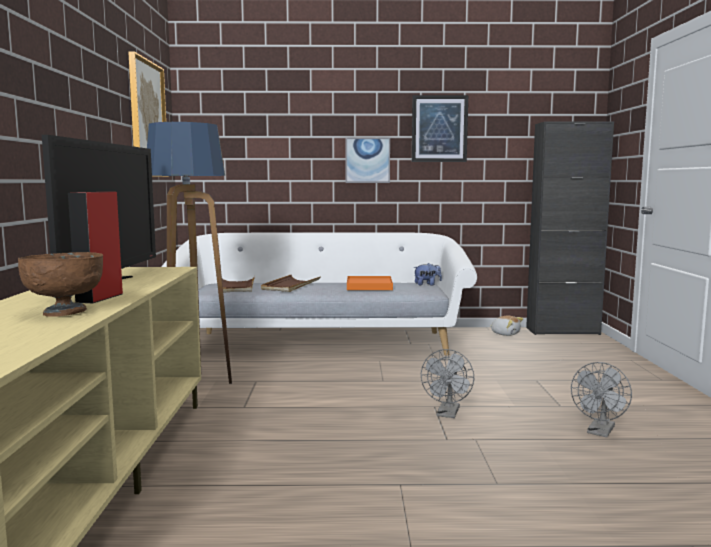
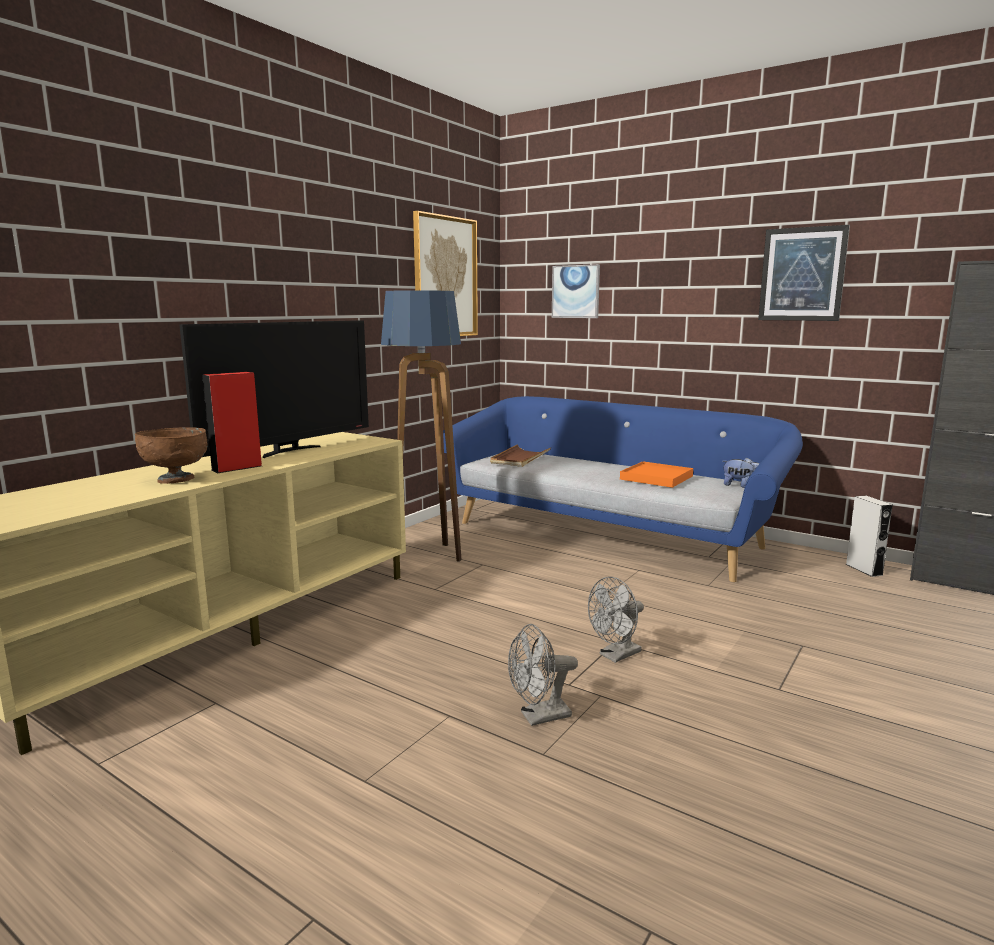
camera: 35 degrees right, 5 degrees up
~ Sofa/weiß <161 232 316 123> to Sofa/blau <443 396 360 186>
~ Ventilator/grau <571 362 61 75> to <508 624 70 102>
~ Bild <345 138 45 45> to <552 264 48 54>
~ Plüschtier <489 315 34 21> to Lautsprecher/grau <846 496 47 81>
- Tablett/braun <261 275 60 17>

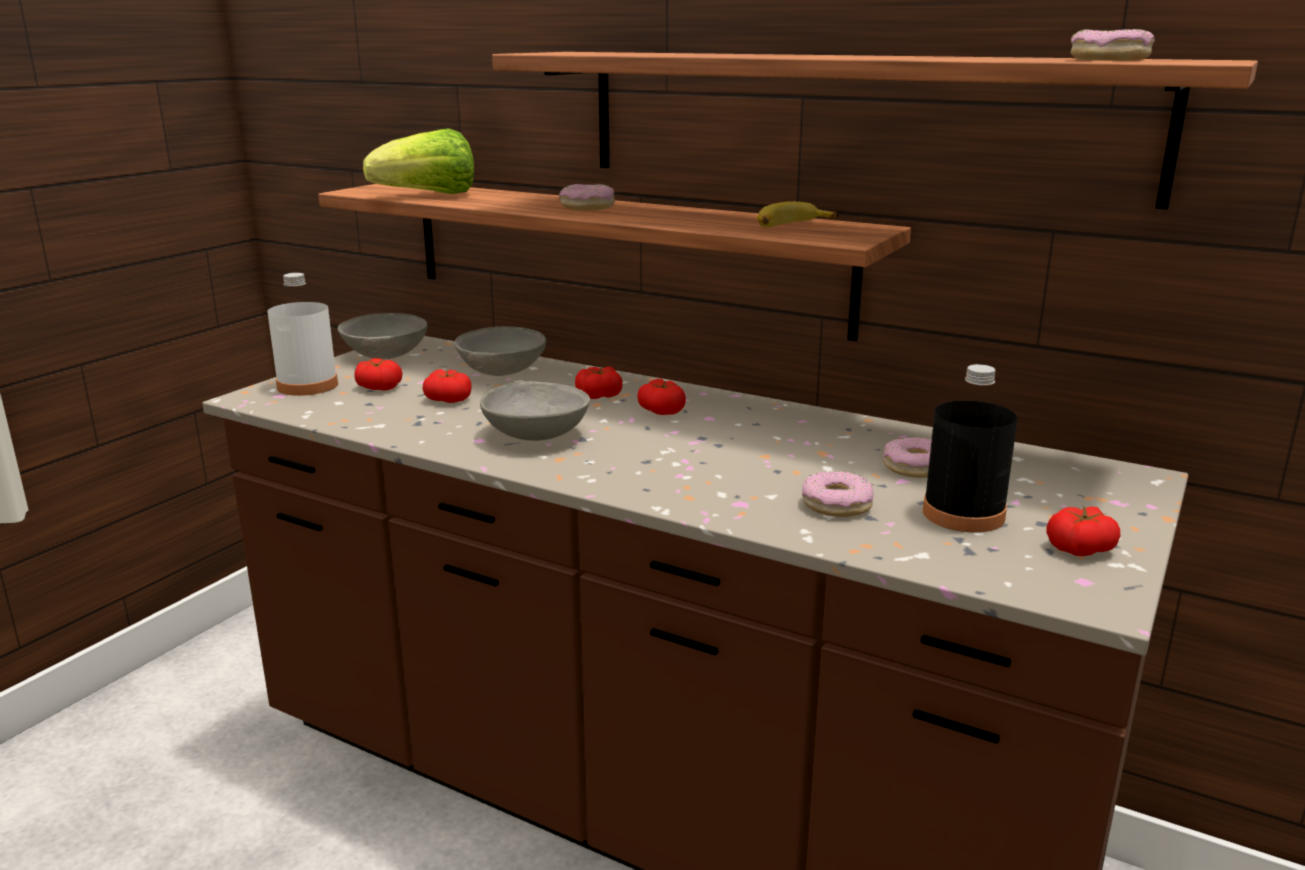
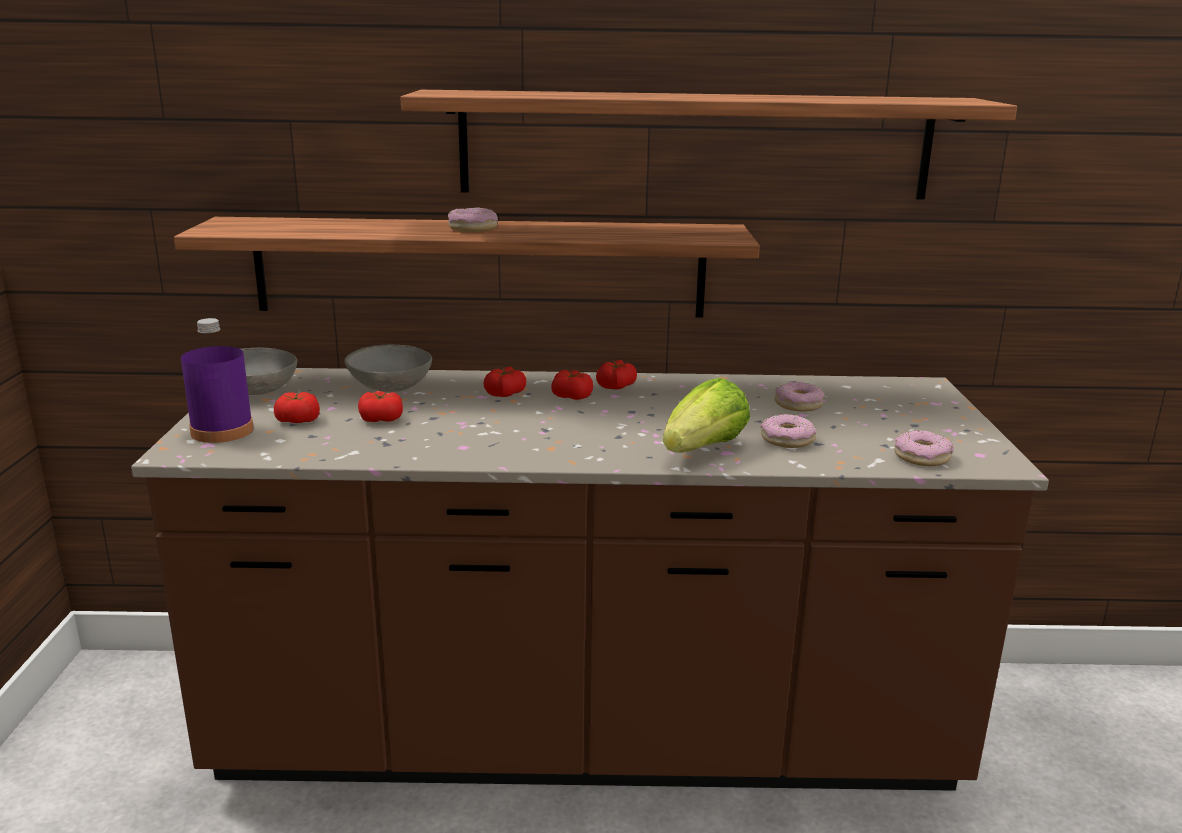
camera: 30 degrees left, 0 degrees up
~ Flasche/weiß <267 273 71 123> to Flasche/lila <181 318 73 125>
~ Tomate <1046 505 74 51> to <596 360 41 30>
~ Salatkopf <363 128 111 66> to <663 378 87 75>
~ Donut <1070 29 85 32> to <894 430 59 36>
- Schüssel/grau <480 381 110 60>
- Banane <757 202 82 26>
- Flasche/schwarz <923 364 95 169>

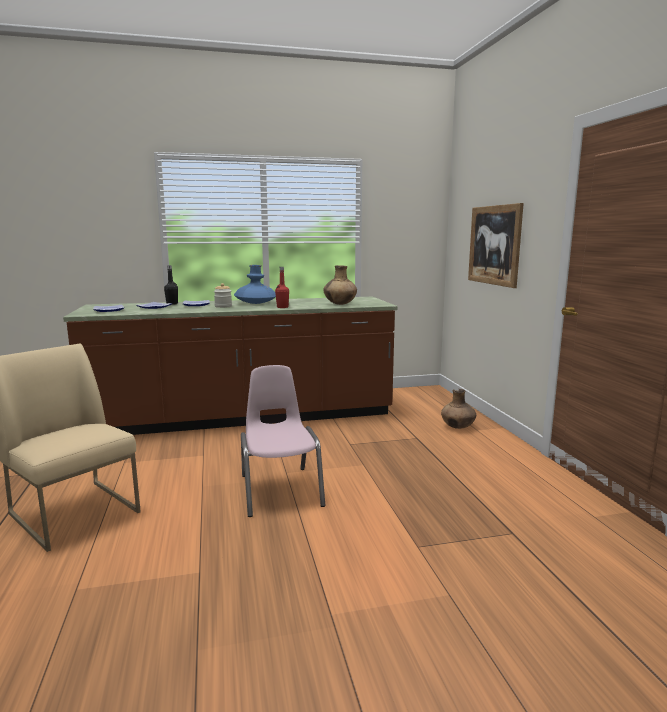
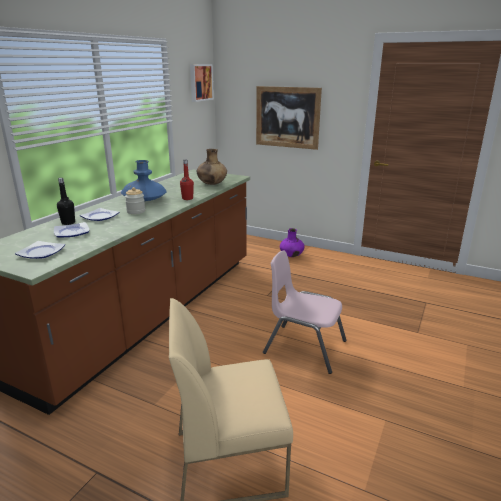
camera: 50 degrees left, 10 degrees up
+ Bild <190 64 24 38>
~ Vase/braun <441 389 35 40> to Vase/lila <280 228 25 29>

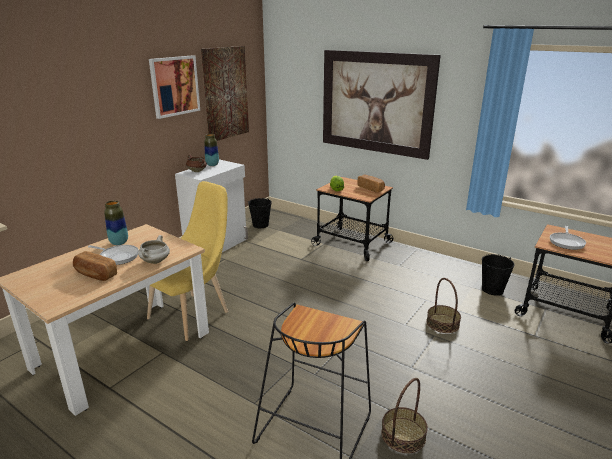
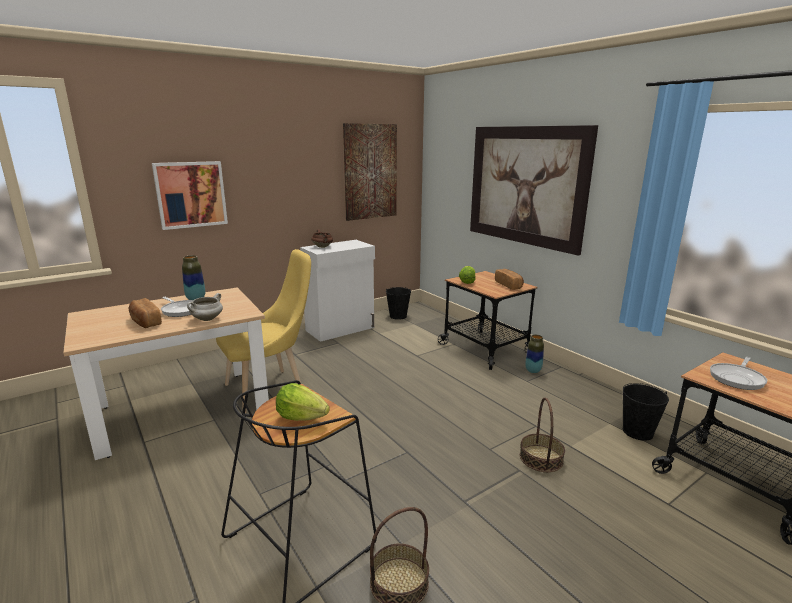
camera: 20 degrees right, 5 degrees down
~ Bild <149 55 51 64> to <152 161 76 69>
+ Salatkopf <276 383 54 38>
~ Vase <204 134 15 32> to <525 334 19 39>

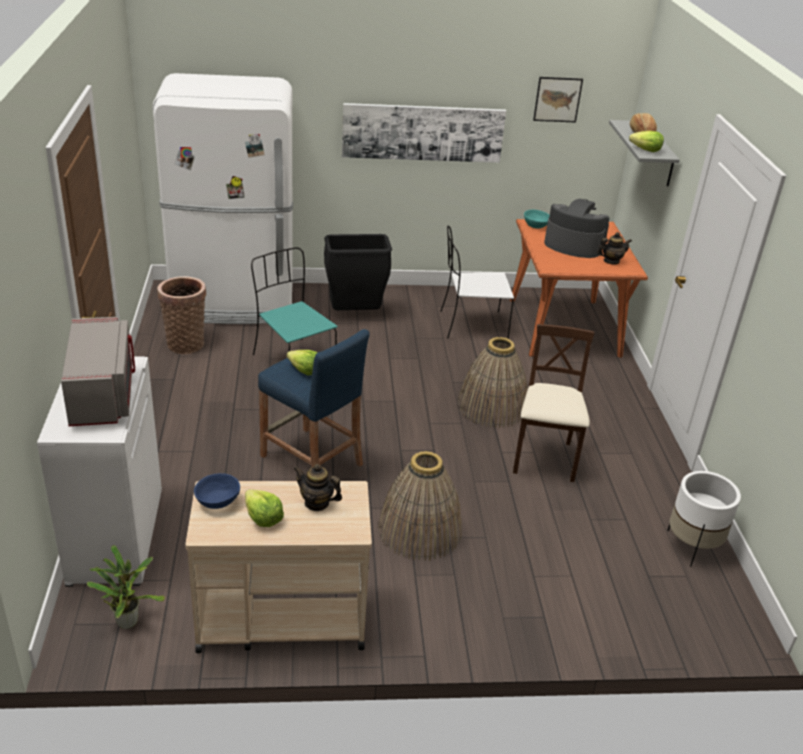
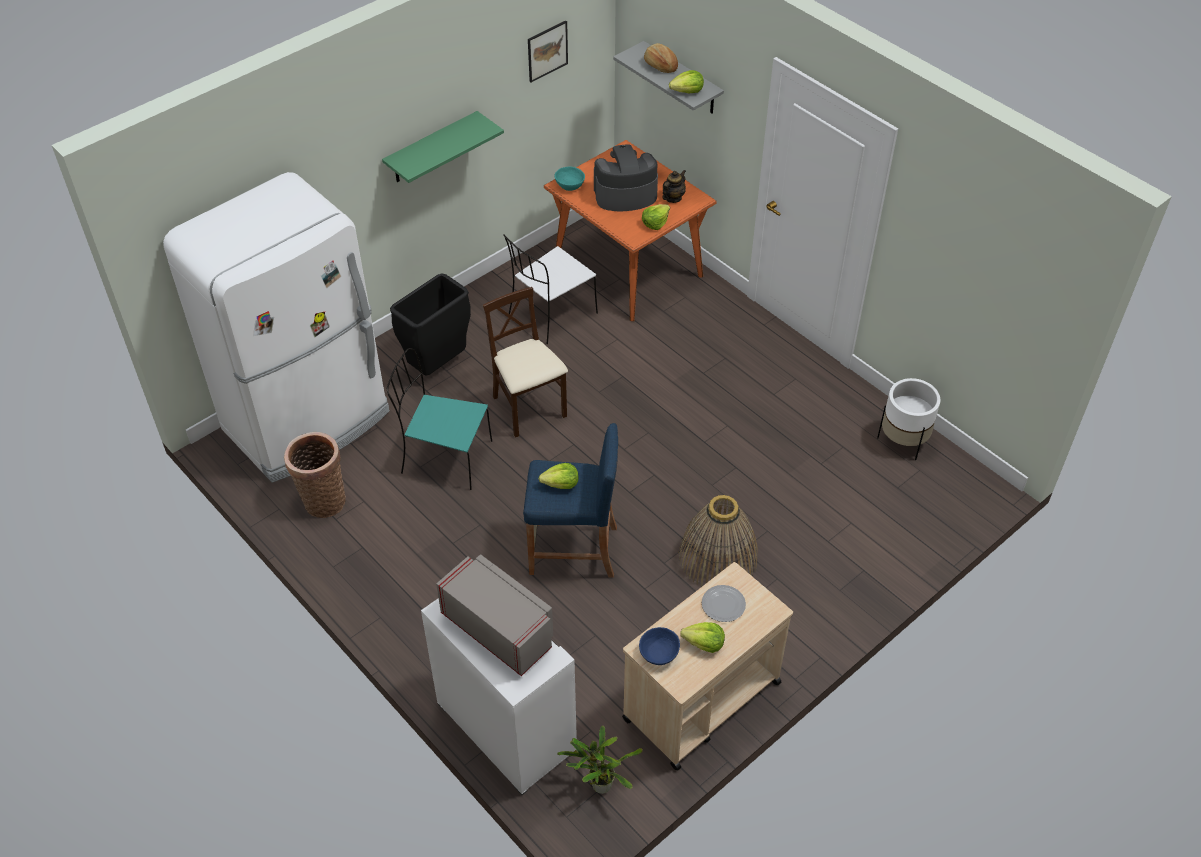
camera: 35 degrees left, 15 degrees up
~ Bild <342 103 164 60> to Wandregal/grün <382 111 122 72>
~ Stuhl/beige <513 324 81 158> to <483 287 85 151>
+ Salatkopf <642 204 28 26>
~ Teekanne <294 464 48 47> to Teller <702 585 44 37>
- Korb <458 337 69 91>

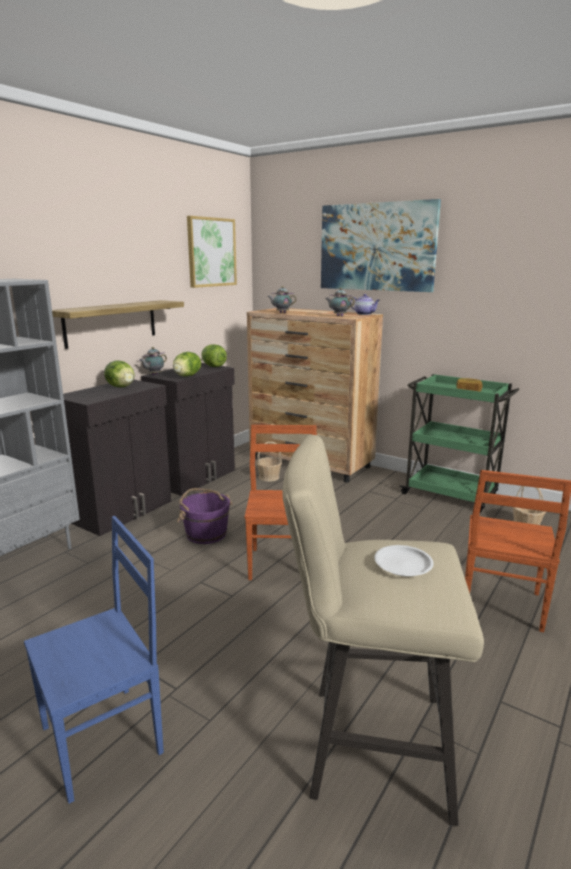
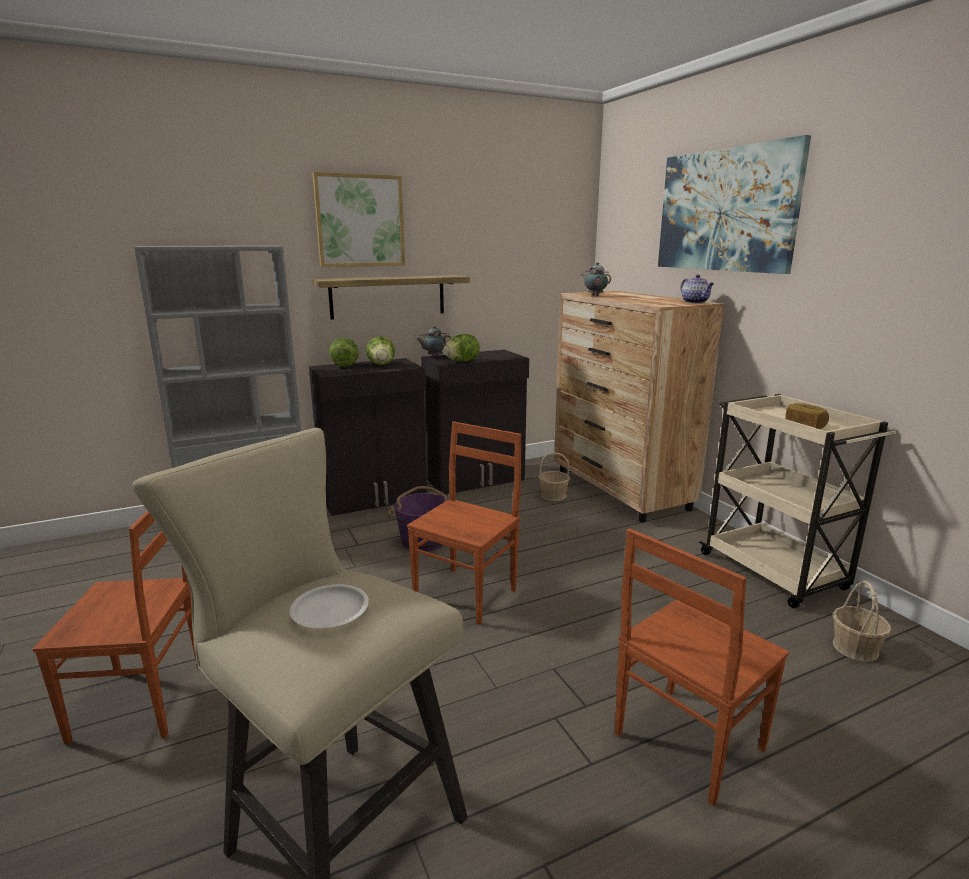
camera: 30 degrees right, 0 degrees up
~ Stuhl/blau <24 516 140 288> to Stuhl/braun <33 510 165 235>
~ Bild <187 216 50 72> to <312 172 93 95>
~ Salatkopf <201 344 26 23> to <329 338 30 29>
~ Rollwagen/grün <399 374 120 138> to Rollwagen/beige <699 394 198 214>
- Teekanne <325 288 30 28>

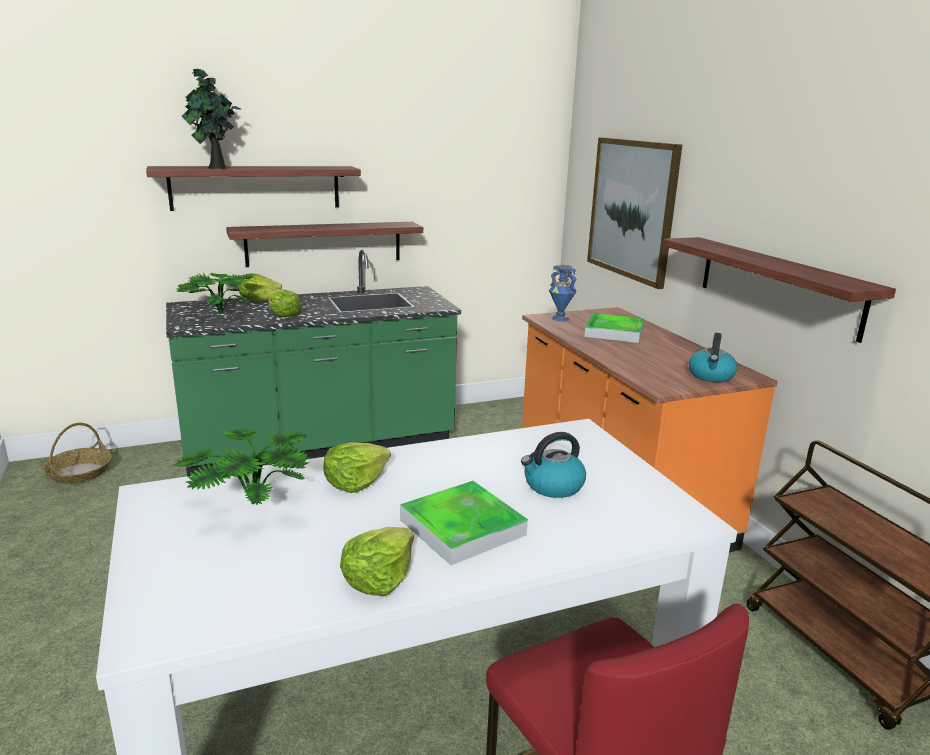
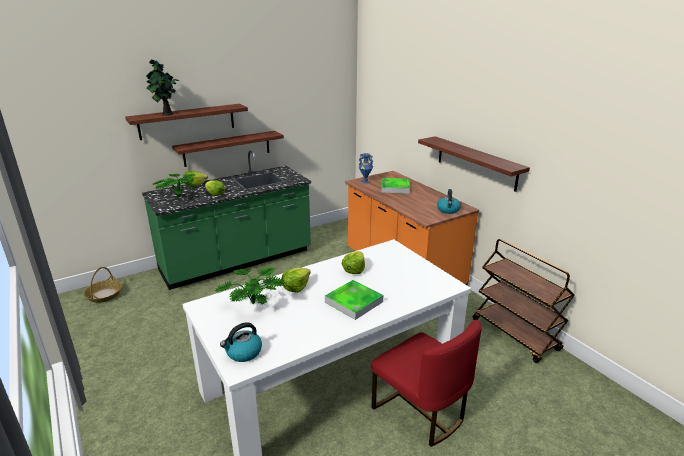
camera: 10 degrees left, 5 degrees up
~ Wasserkessel <521 432 65 66> to <220 322 42 40>
~ Salatkopf <340 527 74 69> to <342 251 23 23>
- Bild <587 137 95 152>

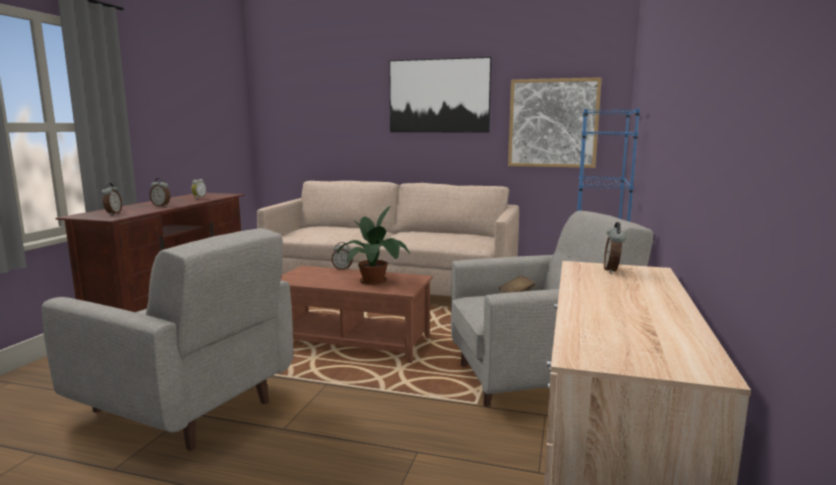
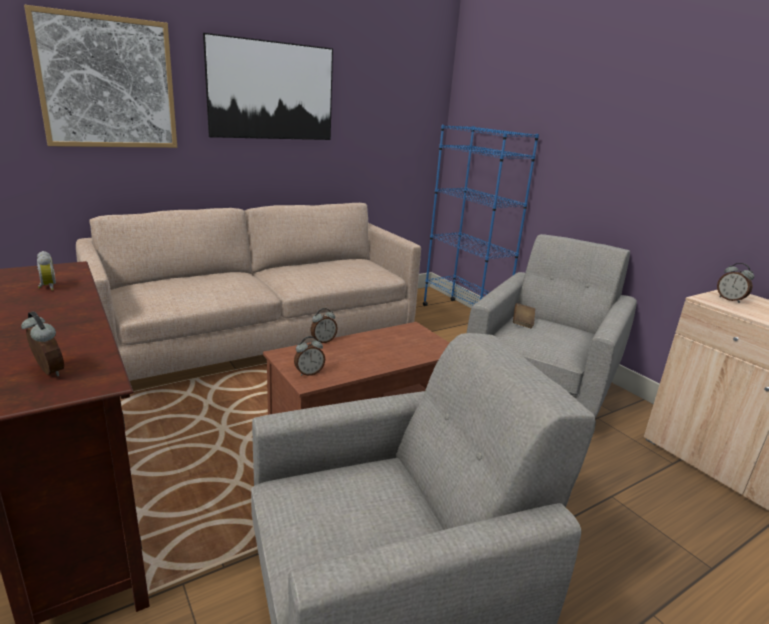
camera: 50 degrees left, 10 degrees up
~ Bild <508 77 94 91> to <24 5 153 143>
~ Wecker <150 178 20 29> to <294 336 31 40>
- Topfpflanze <337 206 73 79>

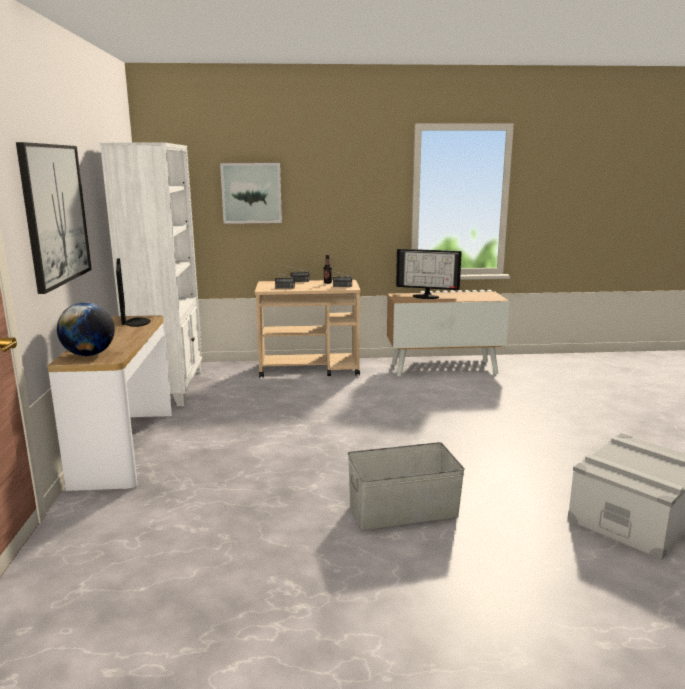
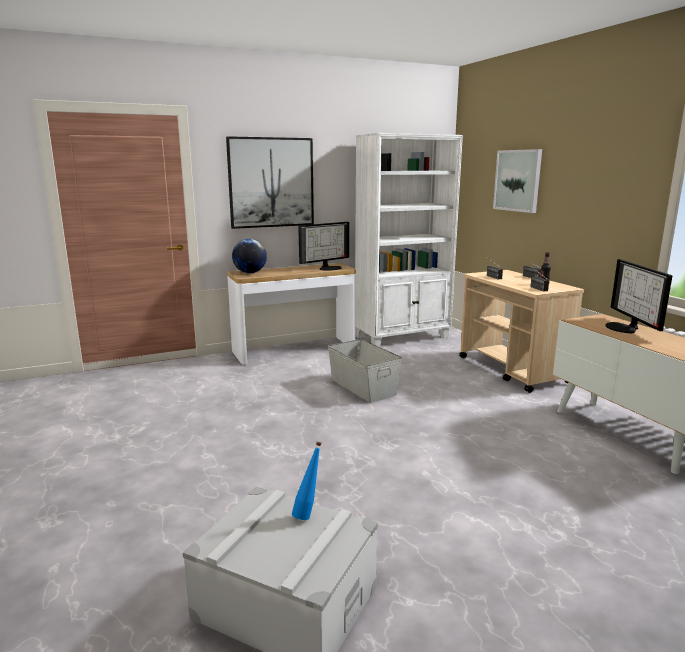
camera: 70 degrees right, 0 degrees up
+ Flasche/blau <292 442 30 78>
~ Aufbewahrungsbox/grau <348 442 117 88> to <328 339 74 64>

